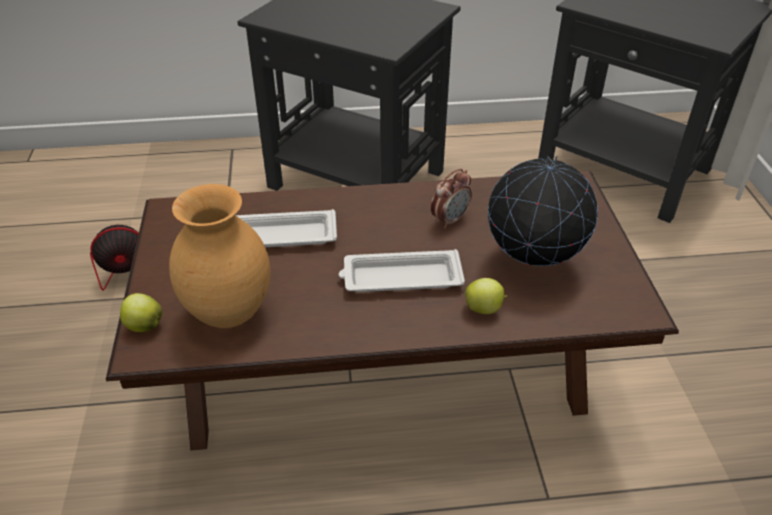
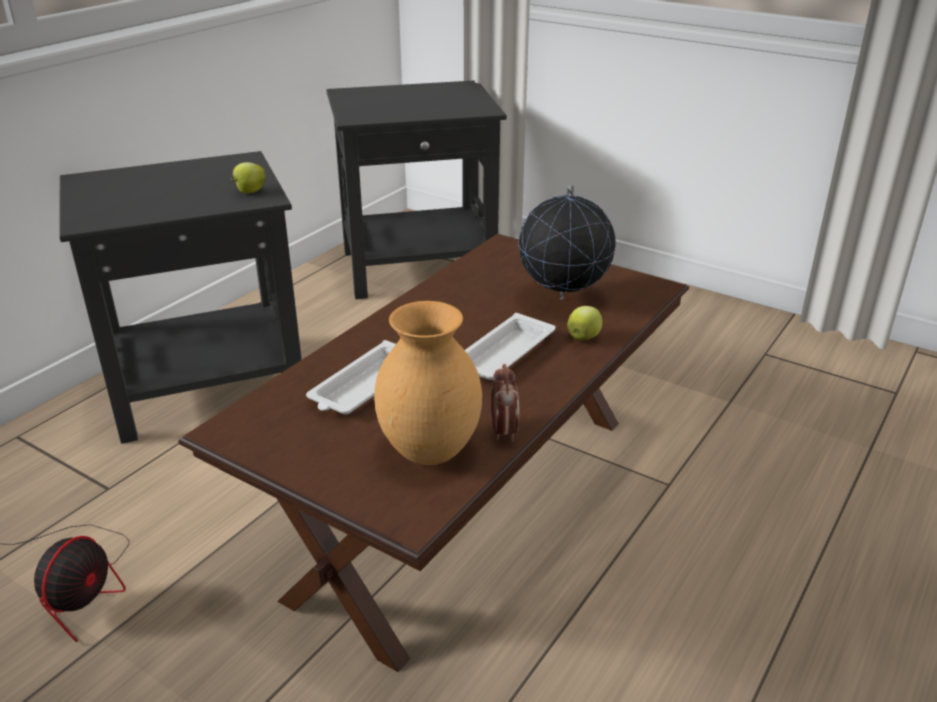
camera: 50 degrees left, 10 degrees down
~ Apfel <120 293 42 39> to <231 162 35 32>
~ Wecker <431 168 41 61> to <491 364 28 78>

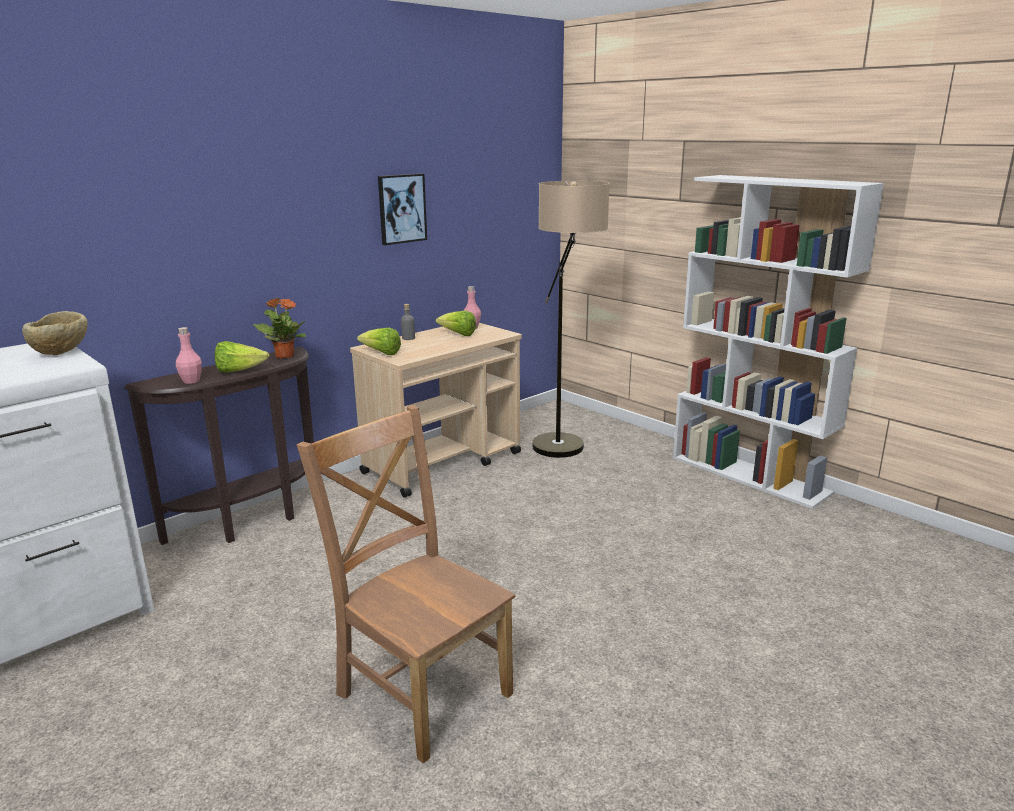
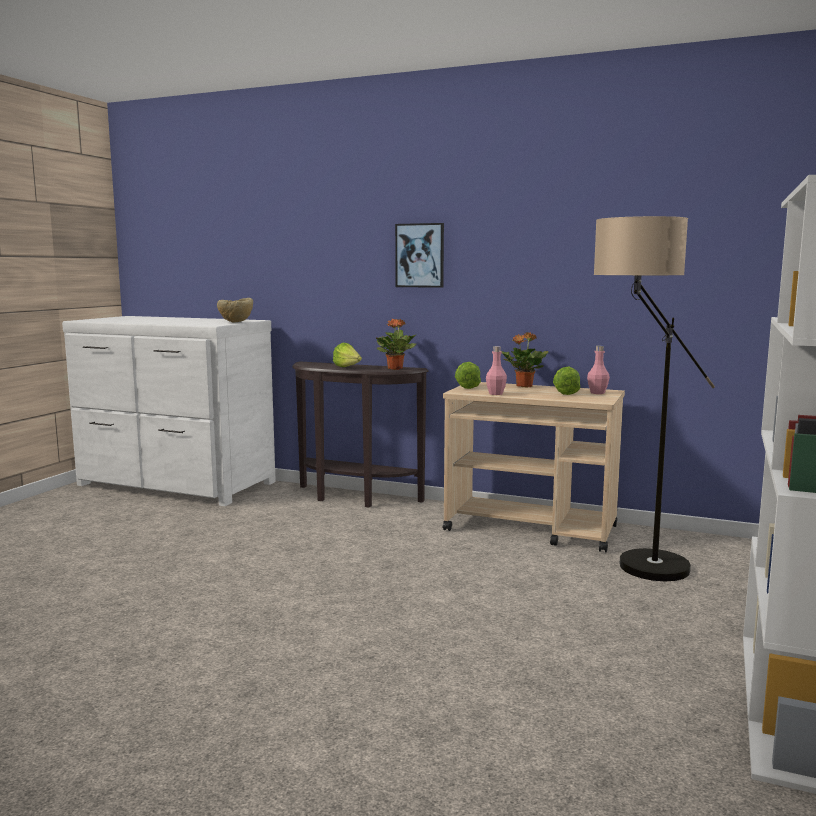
camera: 65 degrees right, 10 degrees down
~ Bild <378 174 49 71> to <395 223 49 65>
~ Flasche/rosa <176 327 26 57> to <486 346 21 49>
~ Flasche/grau <401 304 14 36> to Topfpflanze <502 333 47 54>
- Stuhl/braun <297 405 218 358>

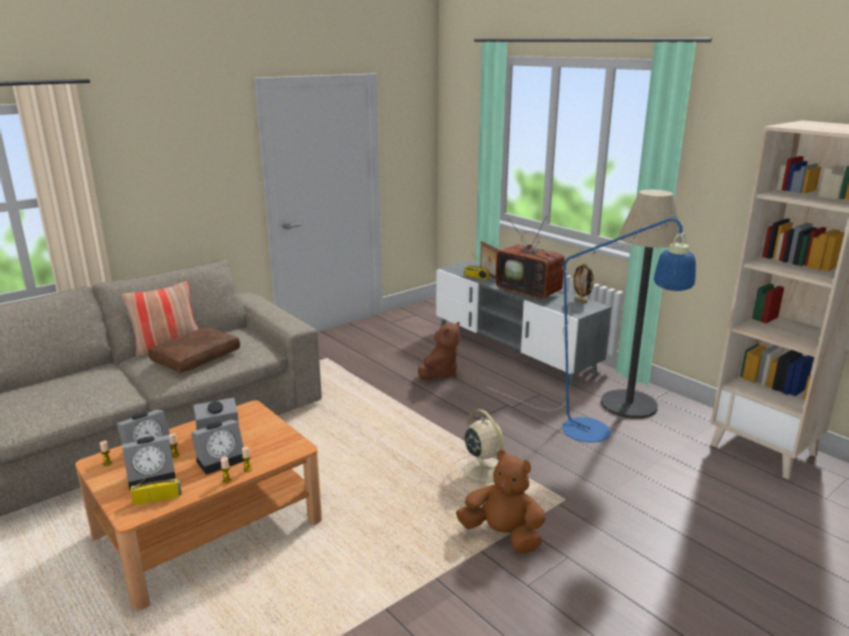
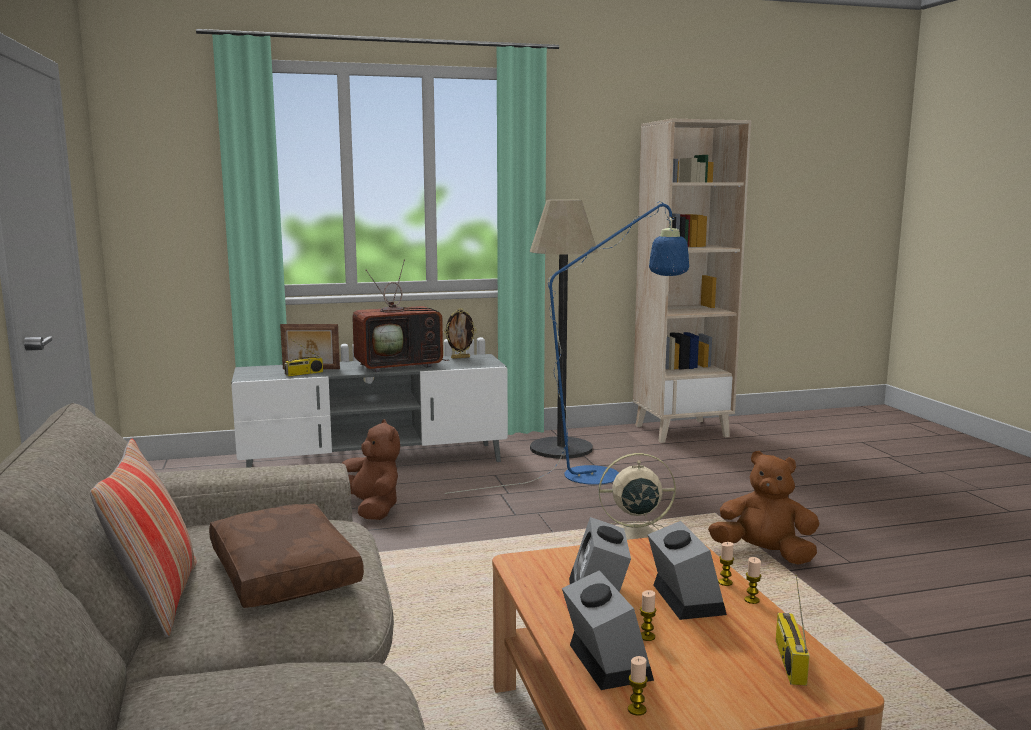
camera: 65 degrees left, 10 degrees down
~ Plüschtier/braun <456 450 90 103> = <708 451 111 114> 60 degrees clockwise
- Wecker <122 435 54 56>

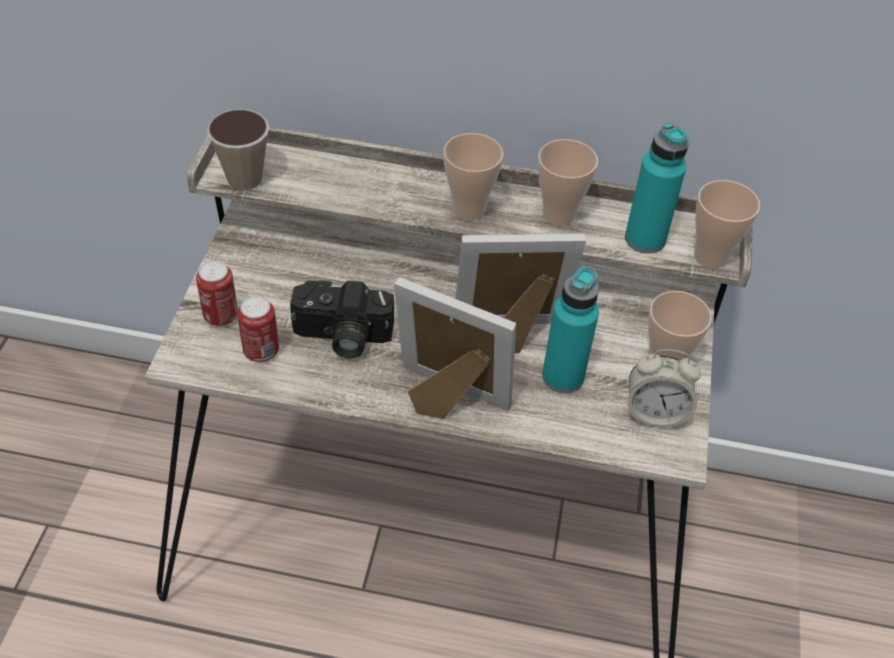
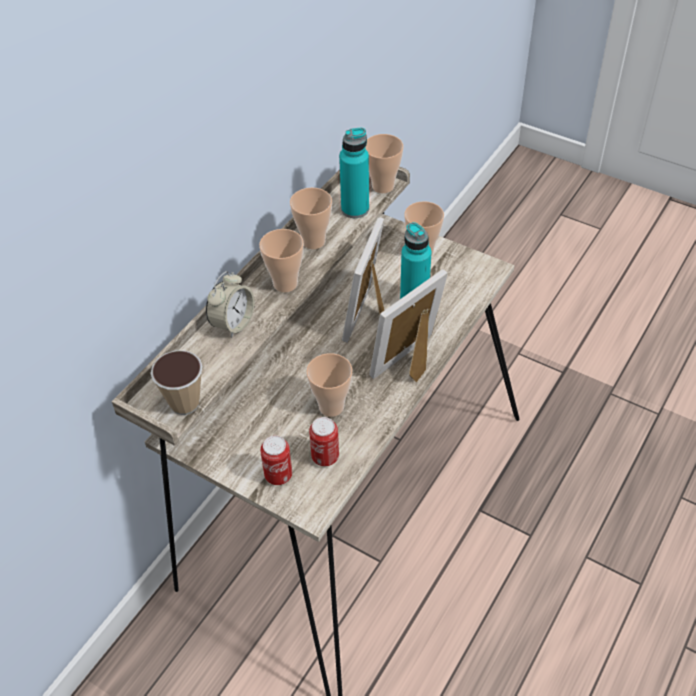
camera: 65 degrees left, 0 degrees up
~ Wecker <628 349 73 79> to <206 271 49 67>
~ Kamera <290 281 104 77> to Tasse <306 353 47 64>

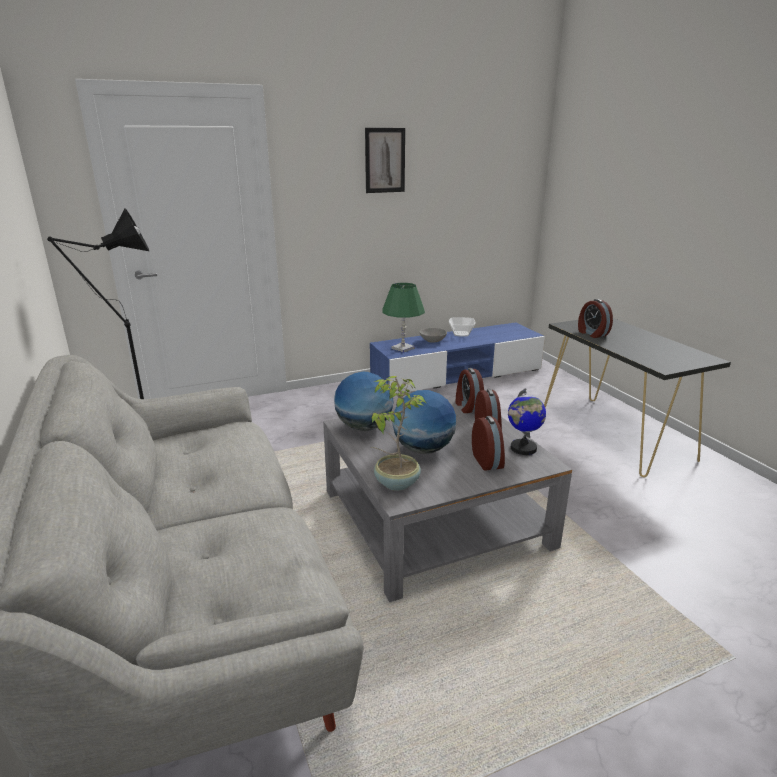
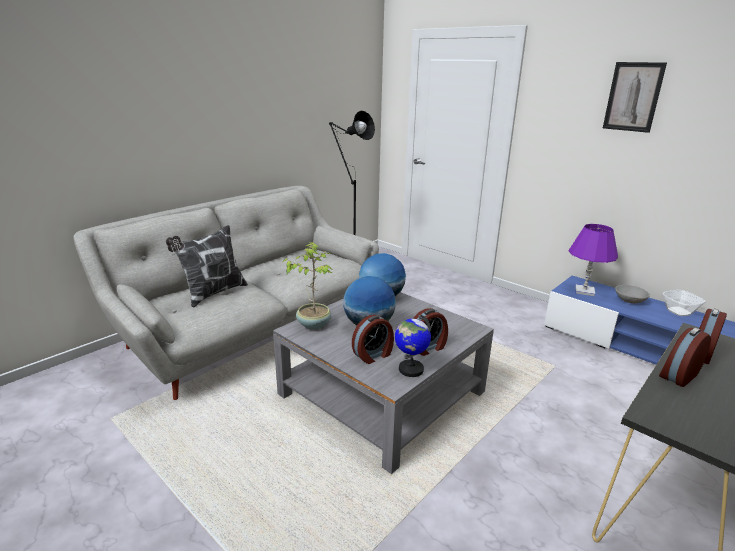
camera: 65 degrees right, 0 degrees up
+ Kissen <166 225 82 83>
~ Tischlampe/grün <382 283 43 70> to Tischlampe/lila <568 224 50 72>
~ Wecker <456 368 28 45> to <659 328 52 59>

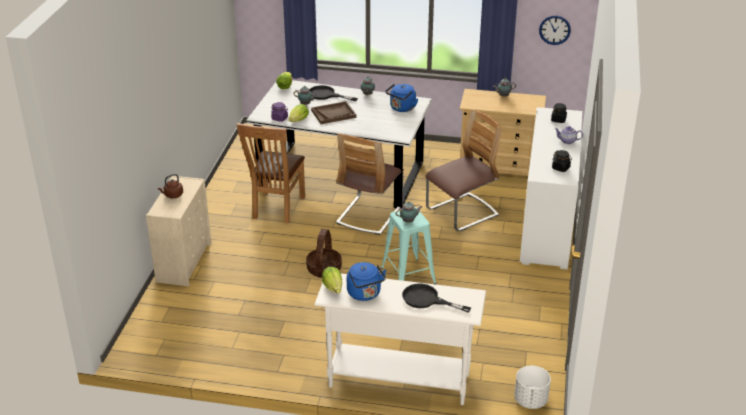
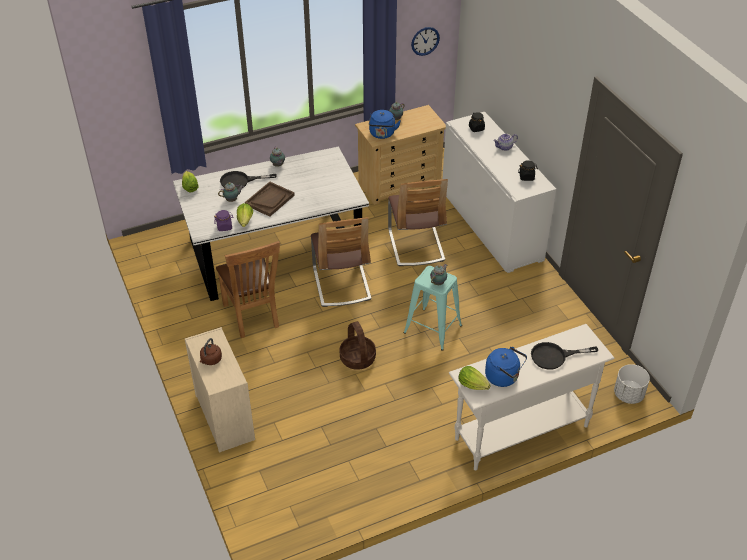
camera: 35 degrees left, 10 degrees up
~ Wasserkessel/blau <385 84 33 28> to <369 110 32 29>
~ Stuhl <426 110 76 121> = <388 179 60 87> 150 degrees clockwise

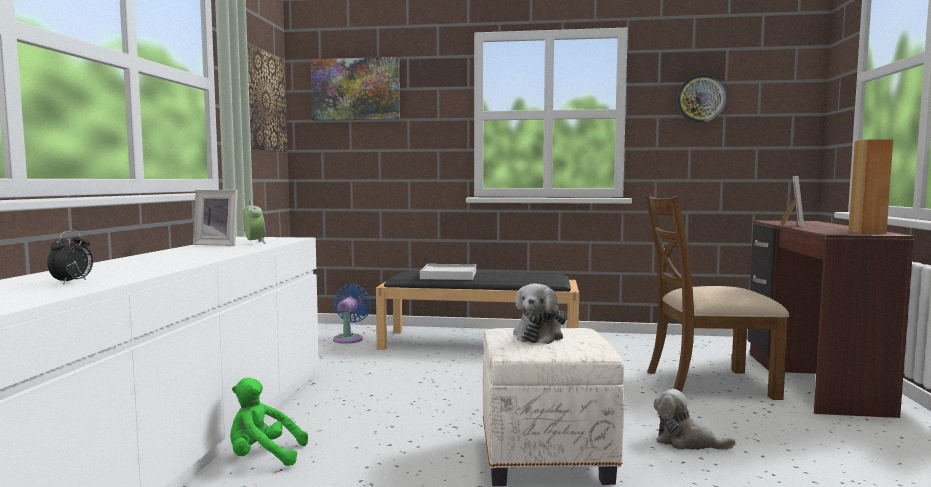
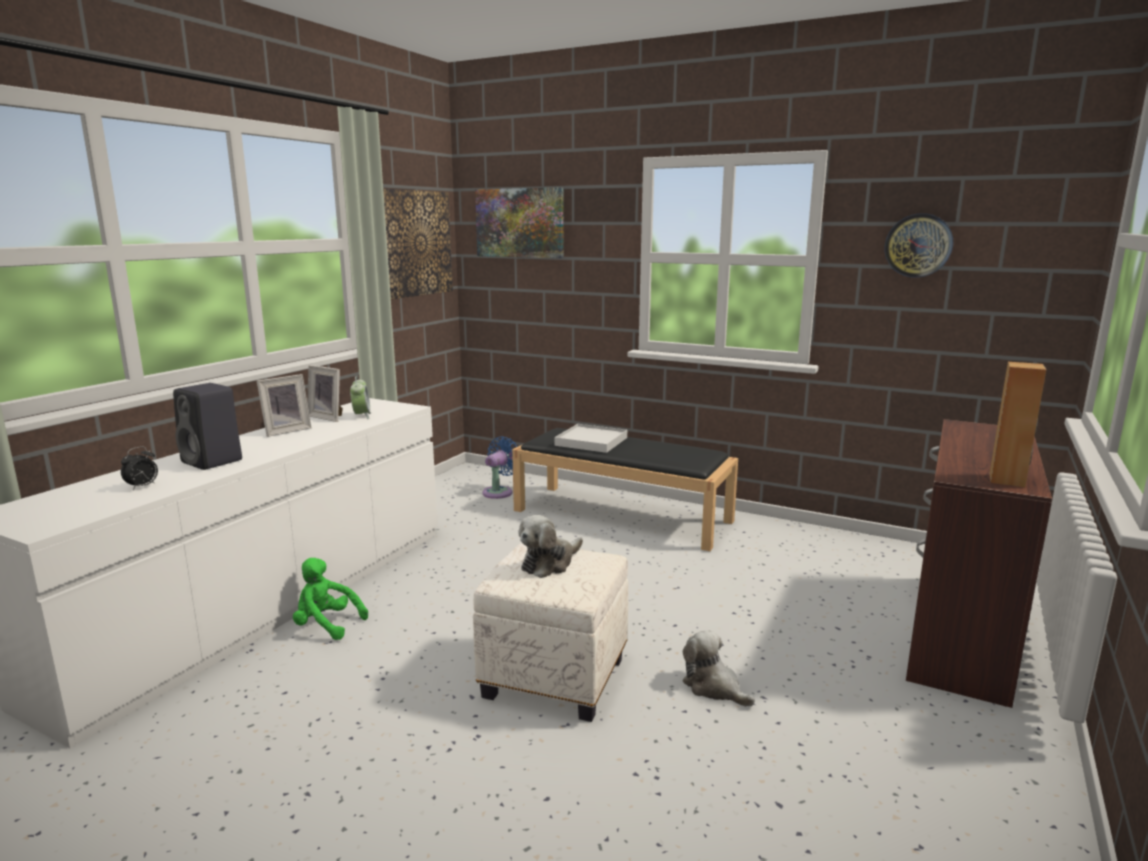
camera: 20 degrees right, 10 degrees up
+ Lautsprecher/schwarz <173 383 69 87>
~ Bilderrahmen <781 176 23 51> to <257 374 55 63>
- Stuhl/braun <645 194 144 206>

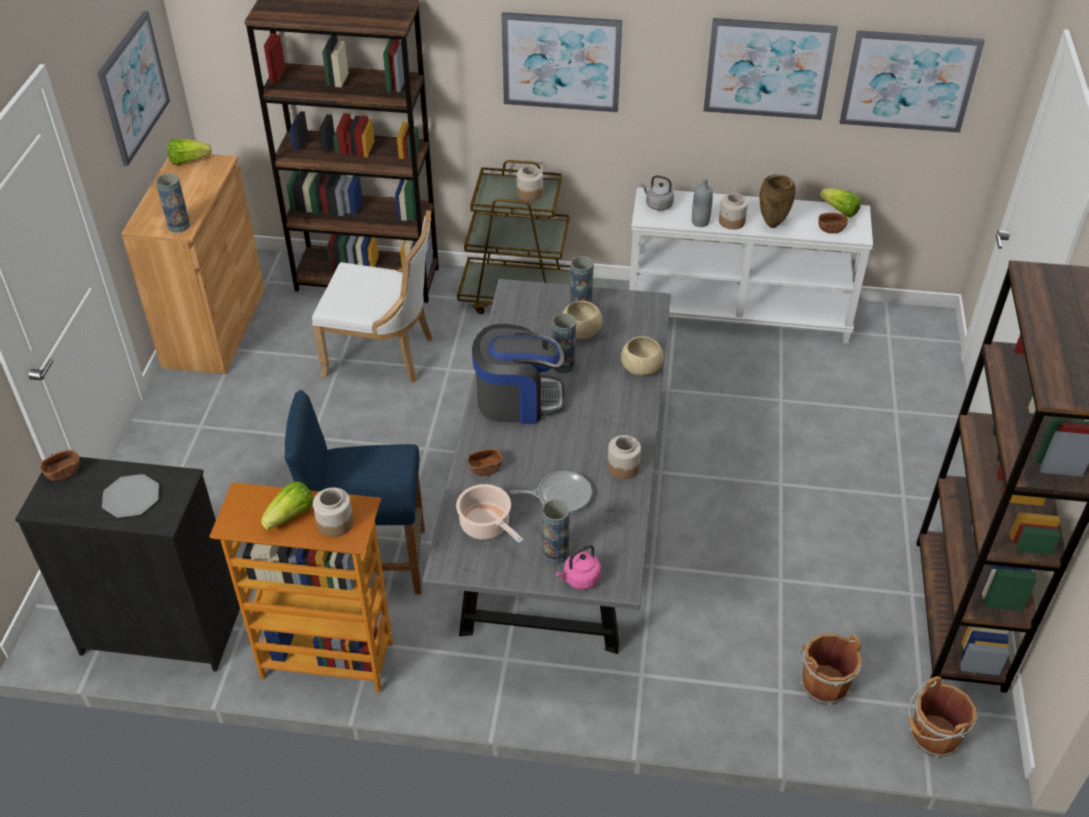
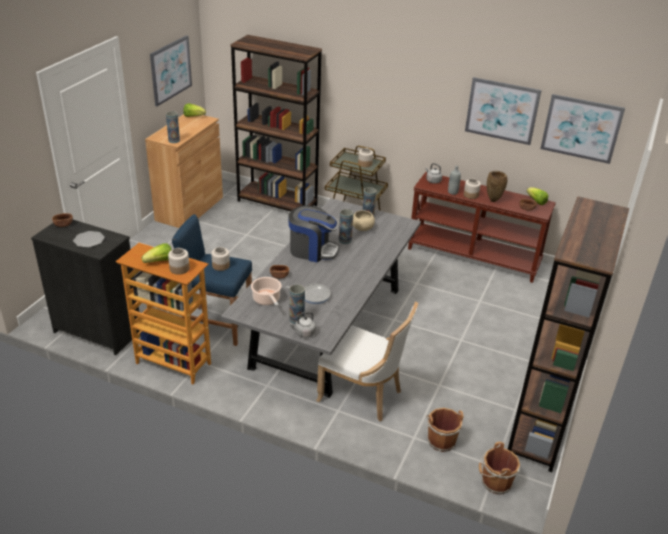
camera: 15 degrees right, 10 degrees down
~ Vorratsglas <607 435 34 44> to <211 247 19 24>
~ Wasserkessel/rosa <556 545 45 44> to Wasserkessel/grau <289 312 27 26>
~ Stuhl/weiß <312 210 121 173> to <316 302 102 119>
~ Konsolentisch/weiß <629 187 244 157> to Konsolentisch/braun <408 172 148 111>
- Bild <502 12 120 100>
- Schüssel/beige <621 336 43 40>

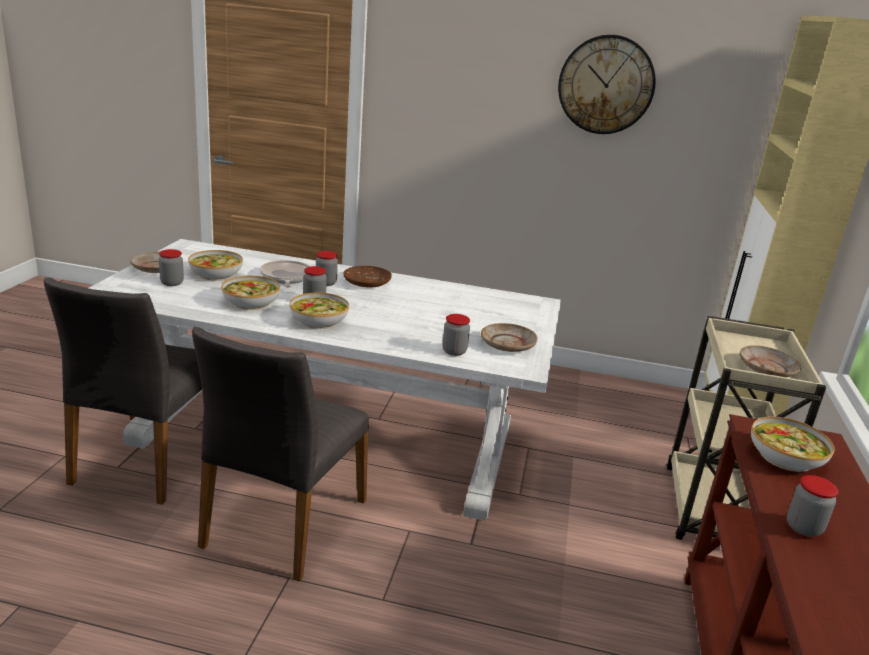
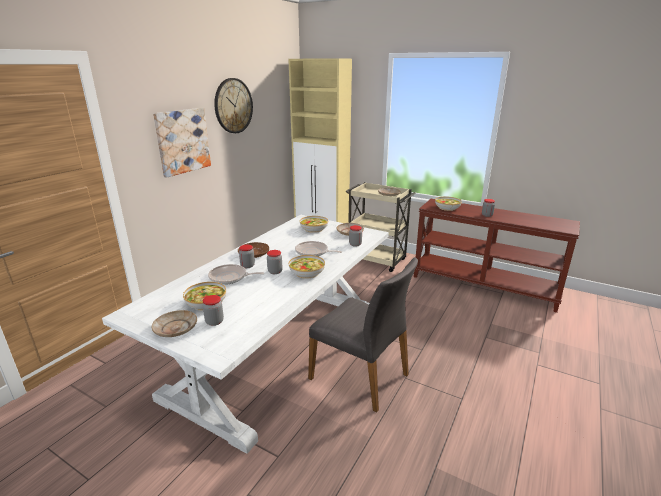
camera: 70 degrees left, 0 degrees up
+ Bild <153 108 58 70>
+ Pfanne <295 241 47 16>
~ Schüssel <222 276 58 34> to <300 216 28 17>
- Stuhl/grau <44 277 158 228>

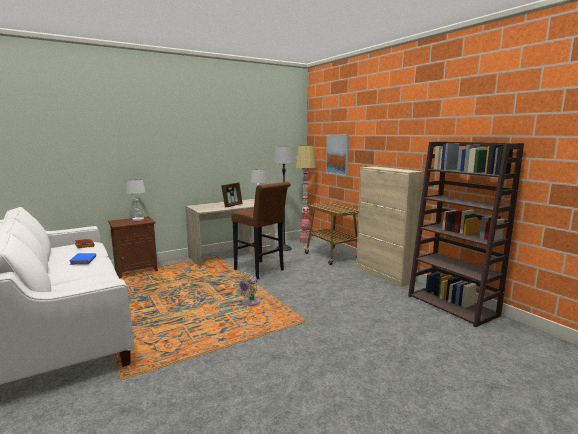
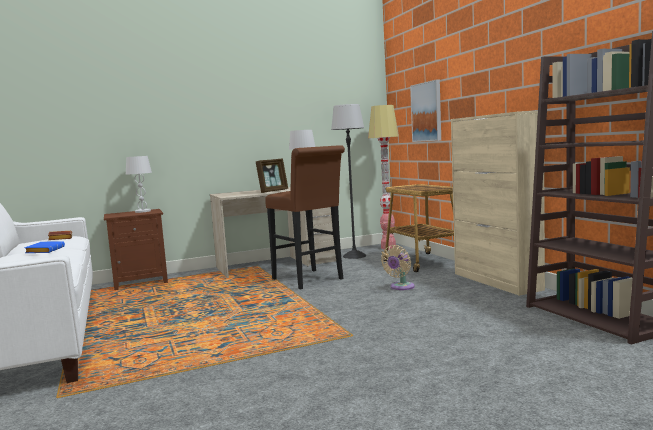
camera: 10 degrees right, 5 degrees down
~ Ventilator/beige <235 273 25 33> to <381 245 34 45>

